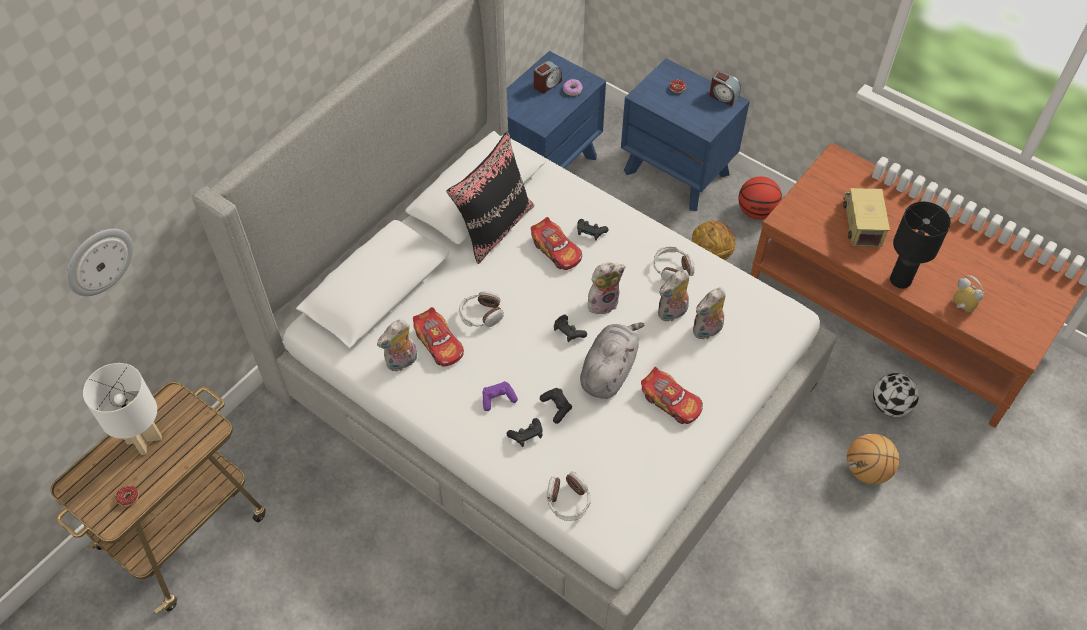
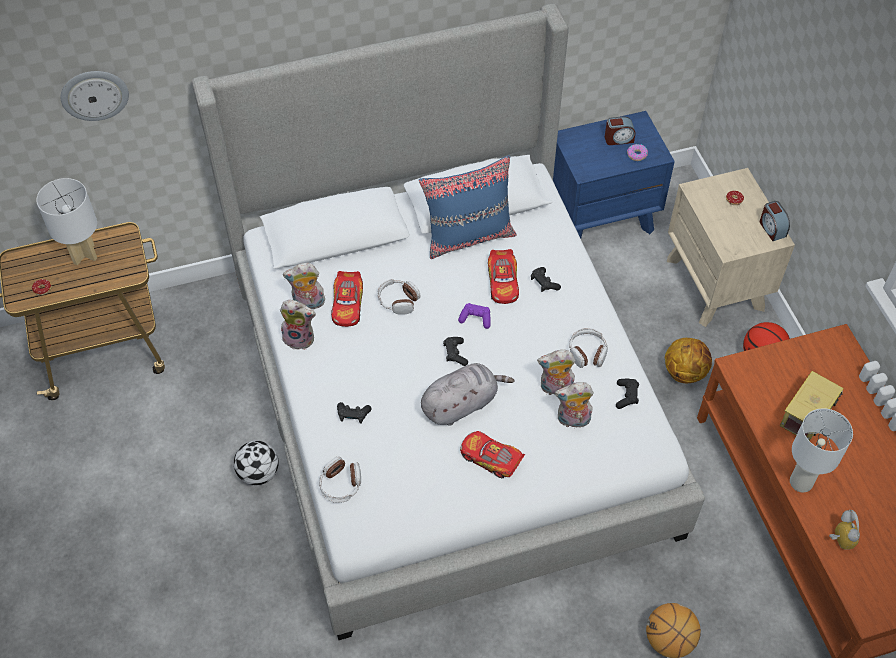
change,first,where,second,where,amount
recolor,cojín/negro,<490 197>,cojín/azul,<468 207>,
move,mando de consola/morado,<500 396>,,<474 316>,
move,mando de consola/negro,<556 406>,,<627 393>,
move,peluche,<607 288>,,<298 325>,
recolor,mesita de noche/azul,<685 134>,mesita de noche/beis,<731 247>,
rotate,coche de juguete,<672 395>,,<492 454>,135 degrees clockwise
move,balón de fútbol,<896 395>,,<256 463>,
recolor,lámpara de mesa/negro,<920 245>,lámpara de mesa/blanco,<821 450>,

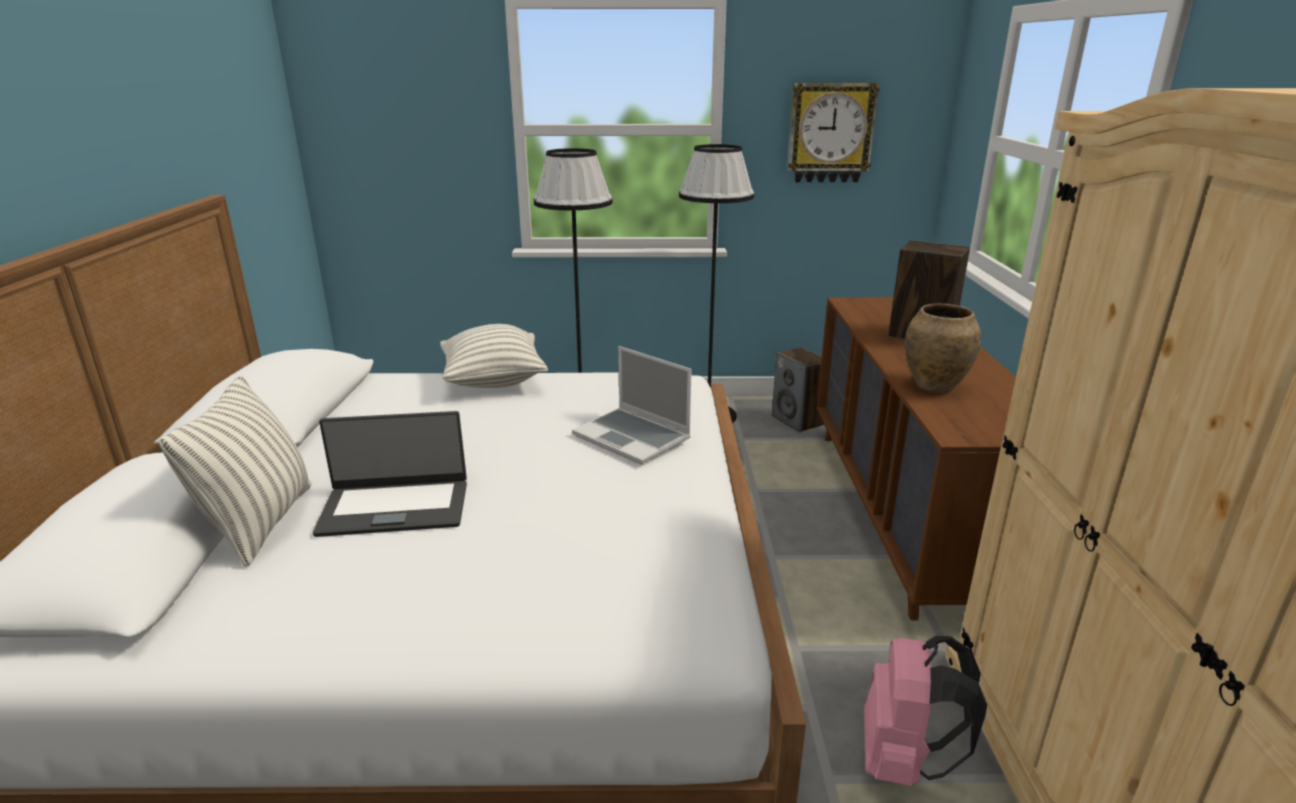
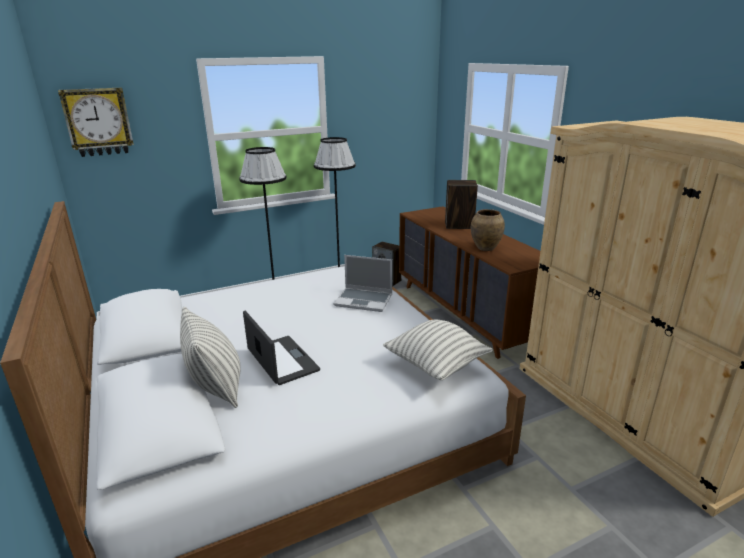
change,first,where,second,where,amount
rotate,portátil,<390 474>,,<281 348>,90 degrees counterclockwise
move,cojín,<494 356>,,<438 350>,
move,reloj de pared,<833 132>,,<96 122>,
delete,mochila/rosa,<925 711>,,,

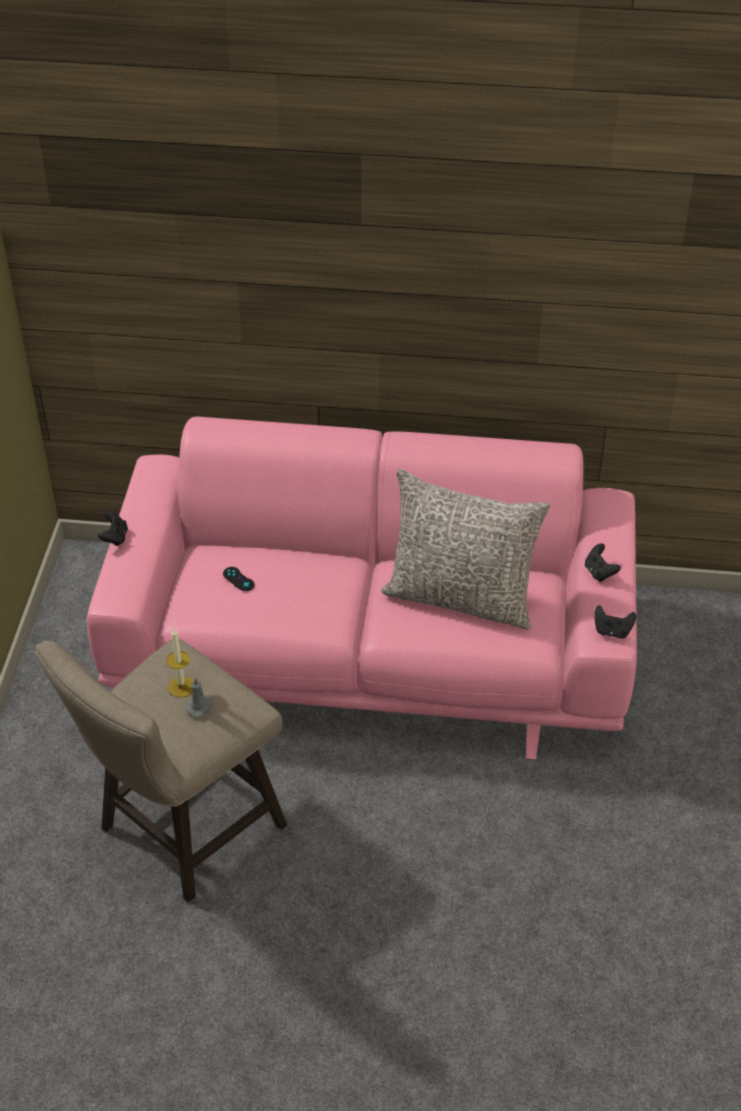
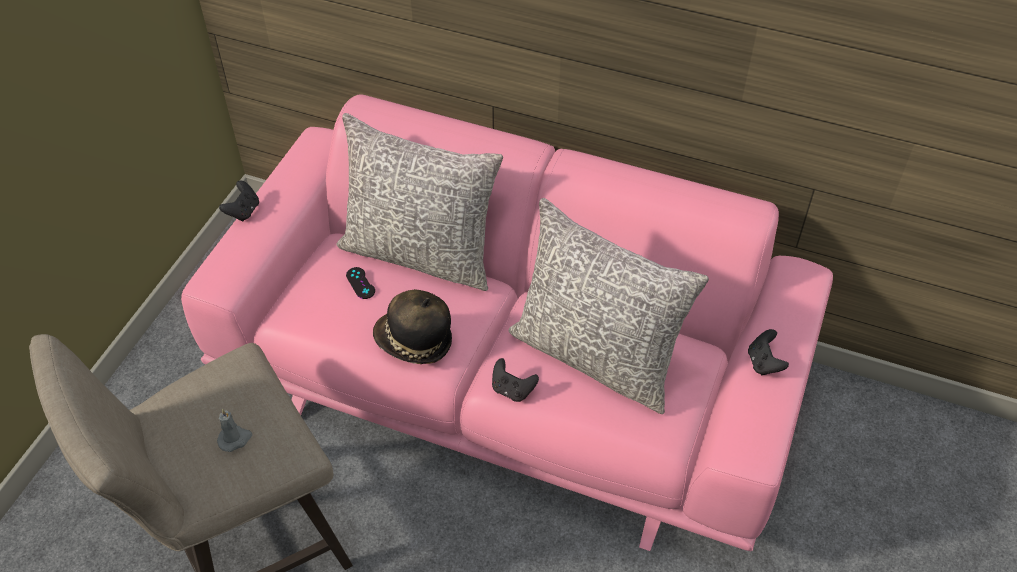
change,first,where,second,where,amount
delete,vela,<180 663>,,,
move,mando de consola/negro,<615 622>,,<515 380>,
insert,,,cojín/gris,<419 202>,
insert,,,sombrero,<412 326>,

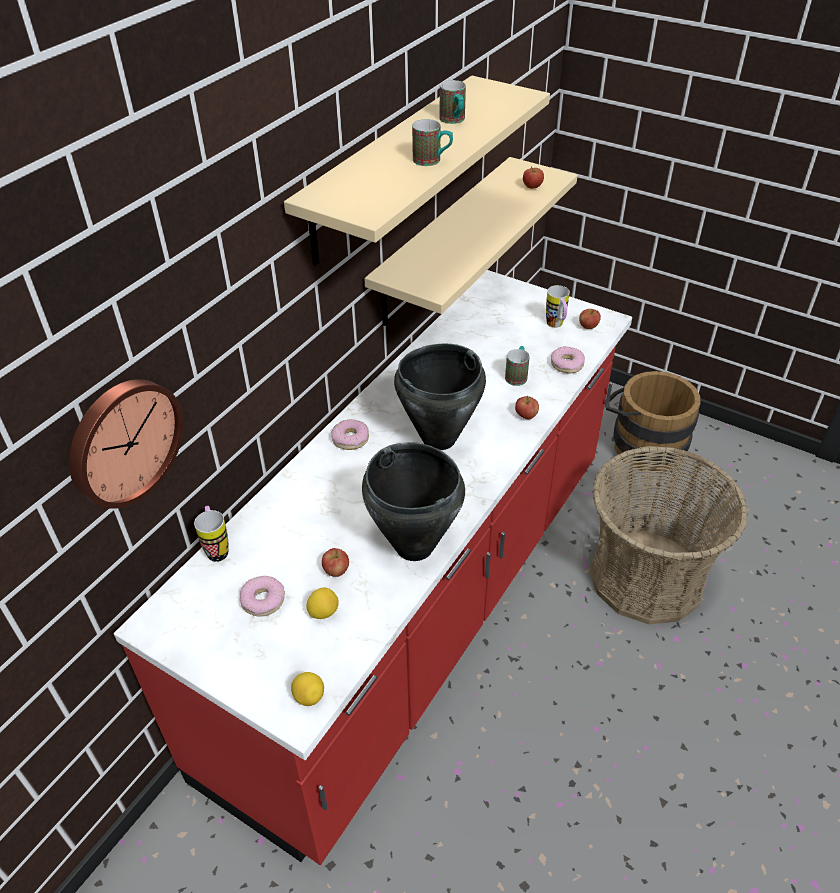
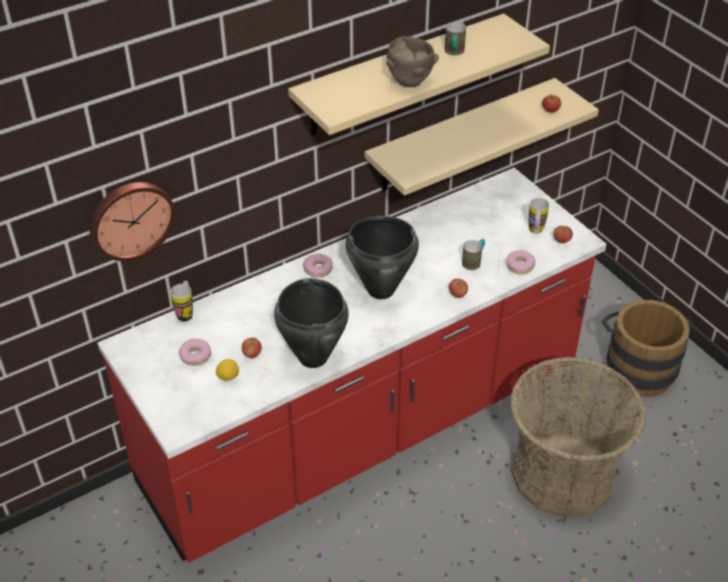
change,first,where,second,where,amount
delete,limón,<307 689>,,,
replace,taza grande,<432 142>,cuenco/marrón,<412 62>,

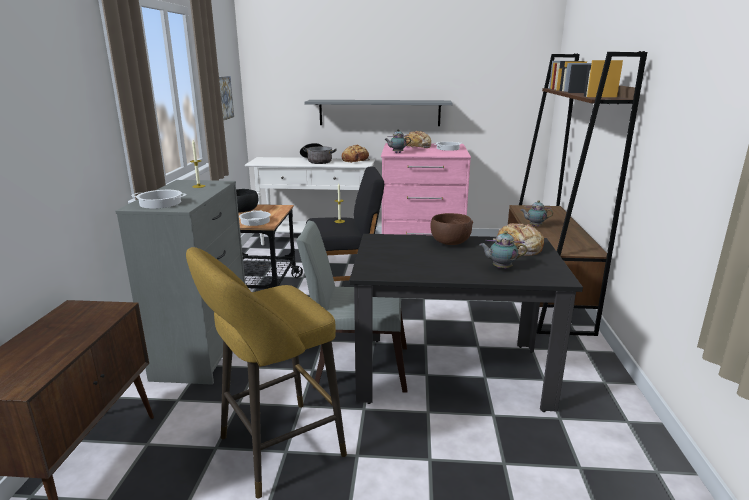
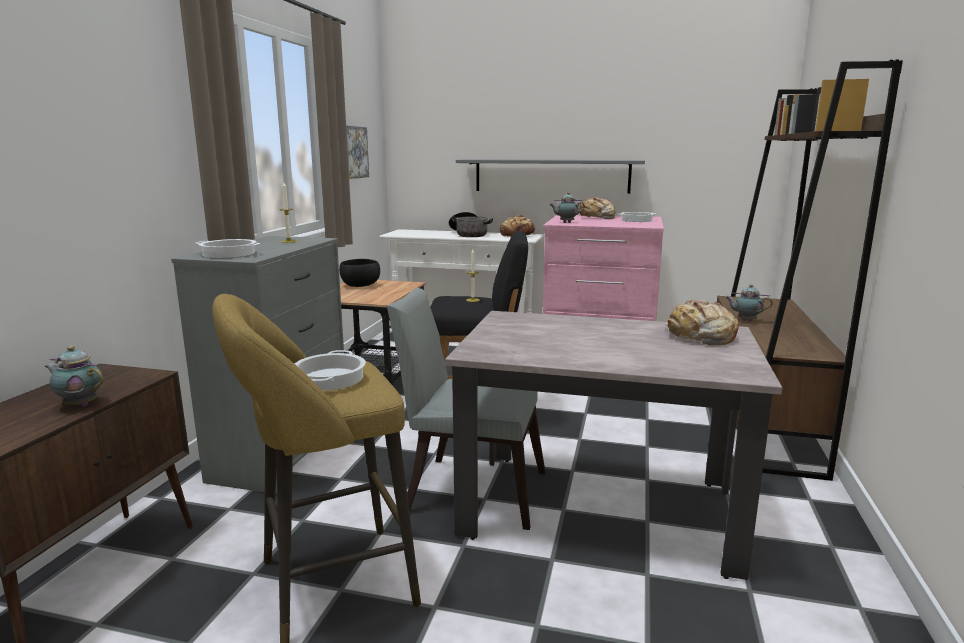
change,first,where,second,where,amount
move,olla,<255 218>,,<330 370>,
recolor,mesa de comedor/negro,<466 323>,mesa de comedor/beis,<614 445>,
delete,cuenco/marrón,<451 229>,,,
move,tetera,<503 250>,,<74 376>,

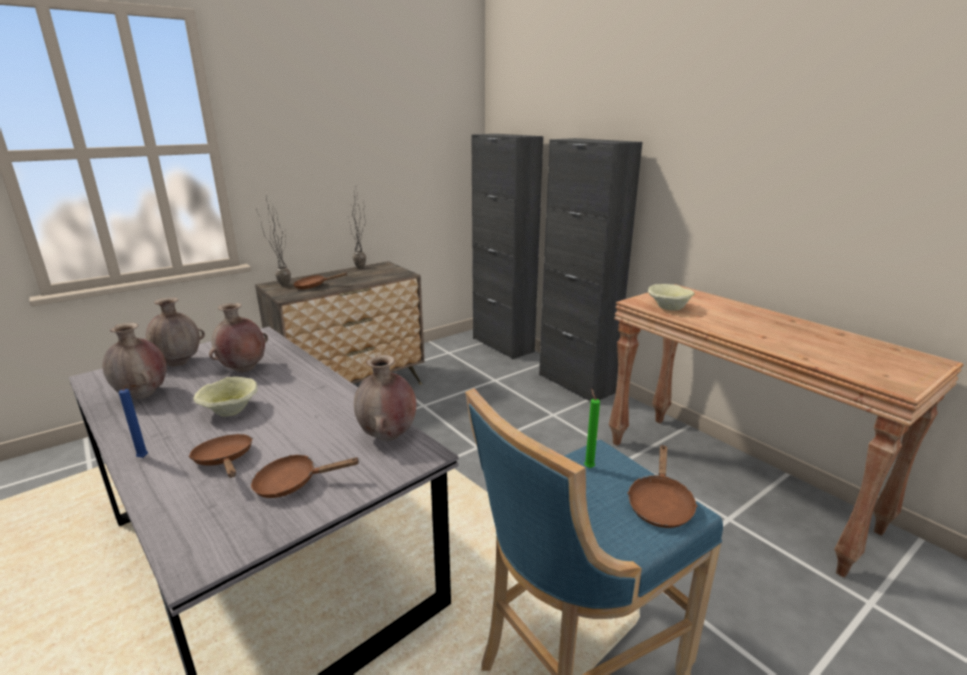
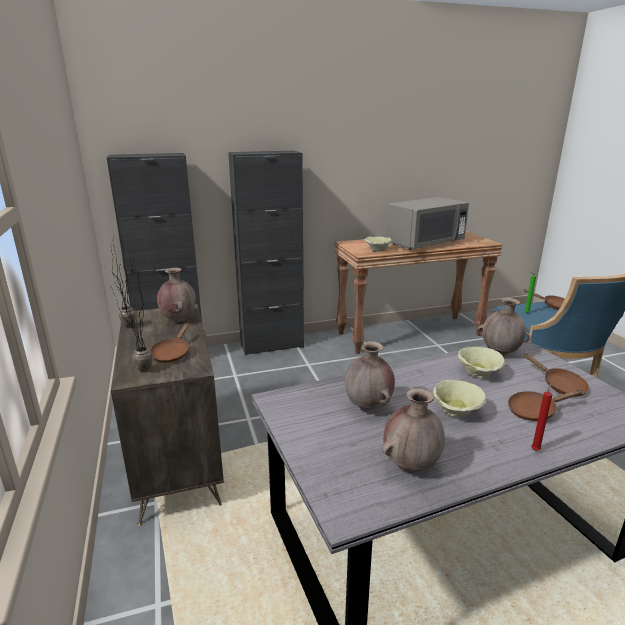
change,first,where,second,where,amount
recolor,vela/azul,<133 421>,vela/rojo,<541 417>,
move,florero/marrón,<175 332>,,<176 295>,
rotate,sartén/marrón,<305 476>,,<556 375>,45 degrees counterclockwise
insert,,,microondas/gris,<427 223>,
insert,,,cuenco/beis,<481 362>,

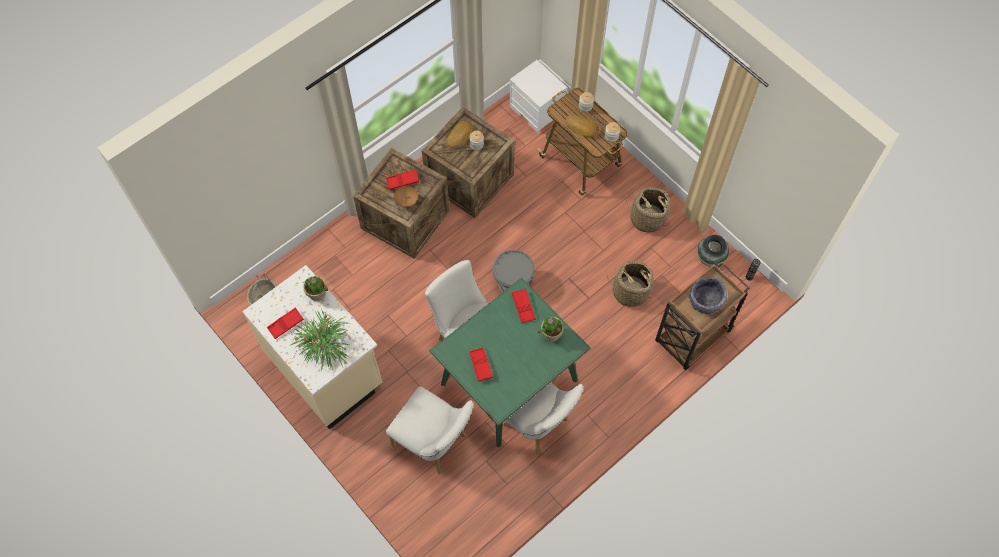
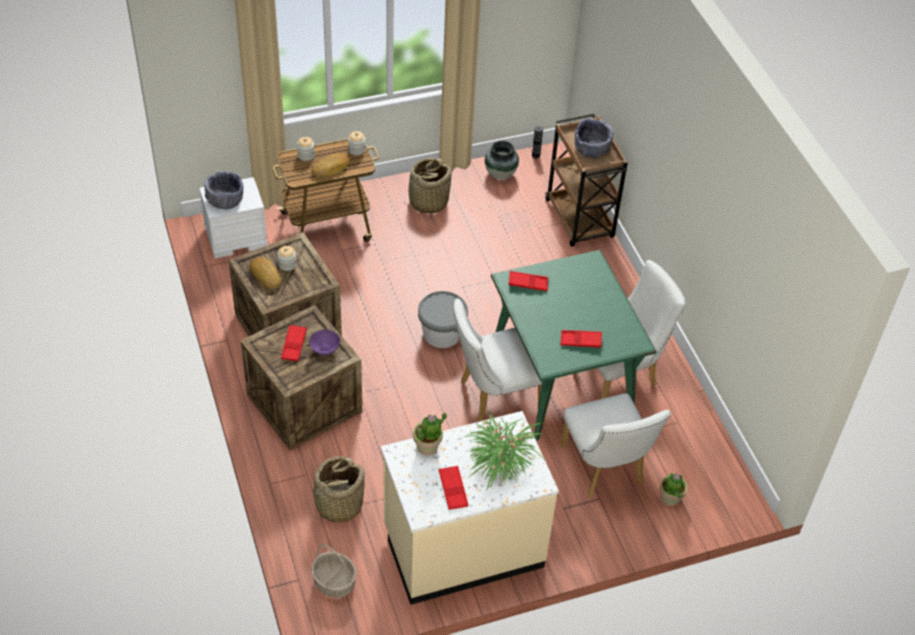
change,first,where,second,where,amount
rotate,silla/blanco,<429 430>,,<615 445>,105 degrees clockwise
recolor,cuenco/marrón,<406 196>,cuenco/morado,<324 343>,
move,planta en maceta,<551 329>,,<673 489>,
move,cesta,<630 284>,,<337 489>,
insert,,,cuenco/gris,<224 190>,

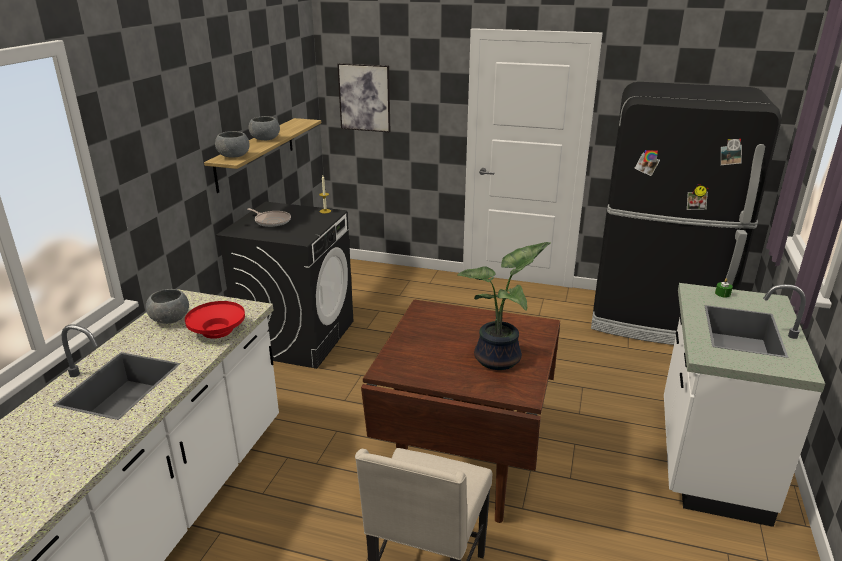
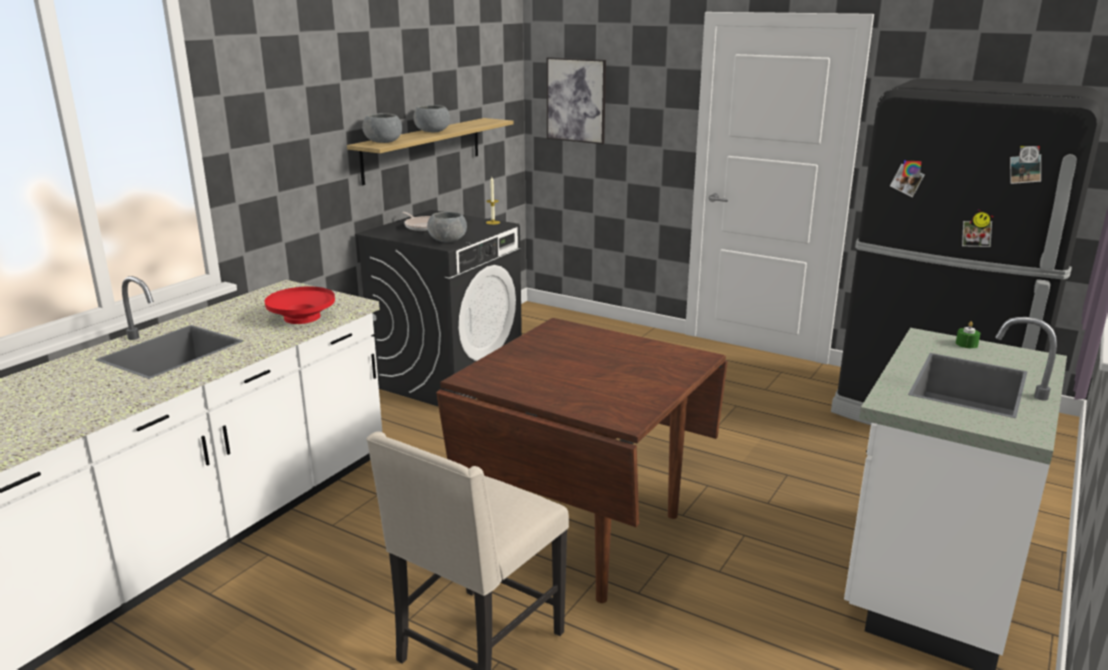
change,first,where,second,where,amount
move,cuenco/gris,<167 306>,,<447 227>,
delete,planta en maceta,<504 306>,,,

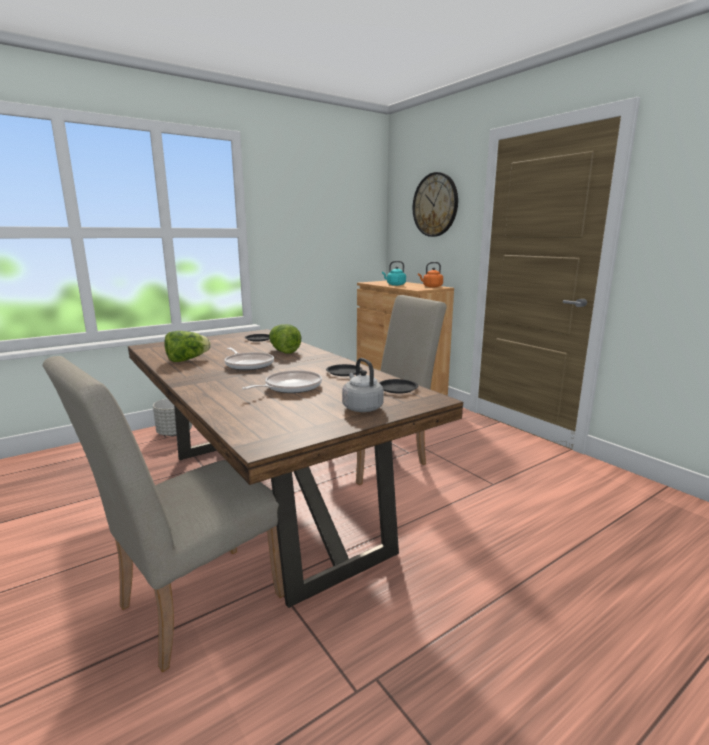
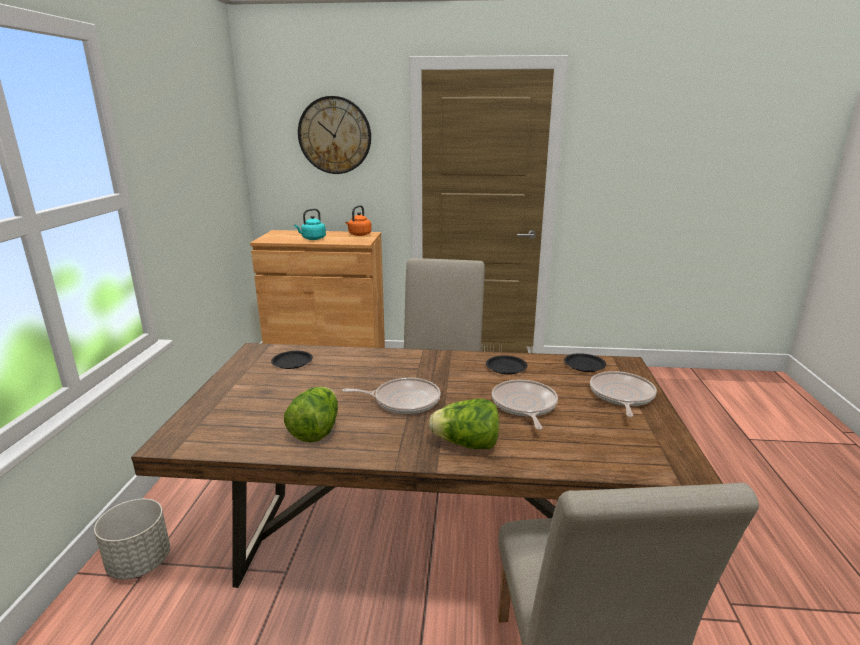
change,first,where,second,where,amount
move,lechuga,<285 339>,,<464 424>,
replace,hervidor/gris,<363 385>,sartén,<623 394>,

